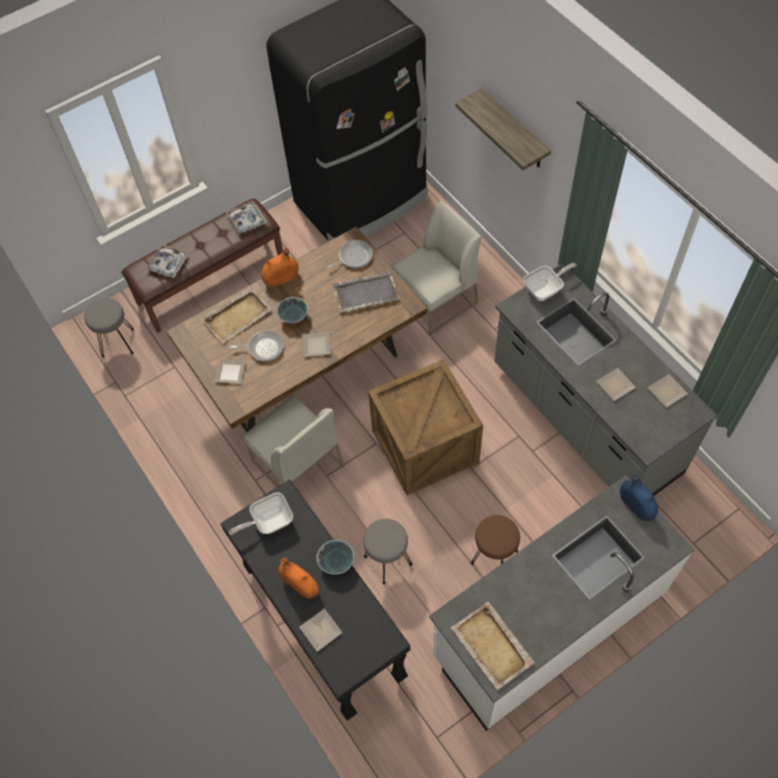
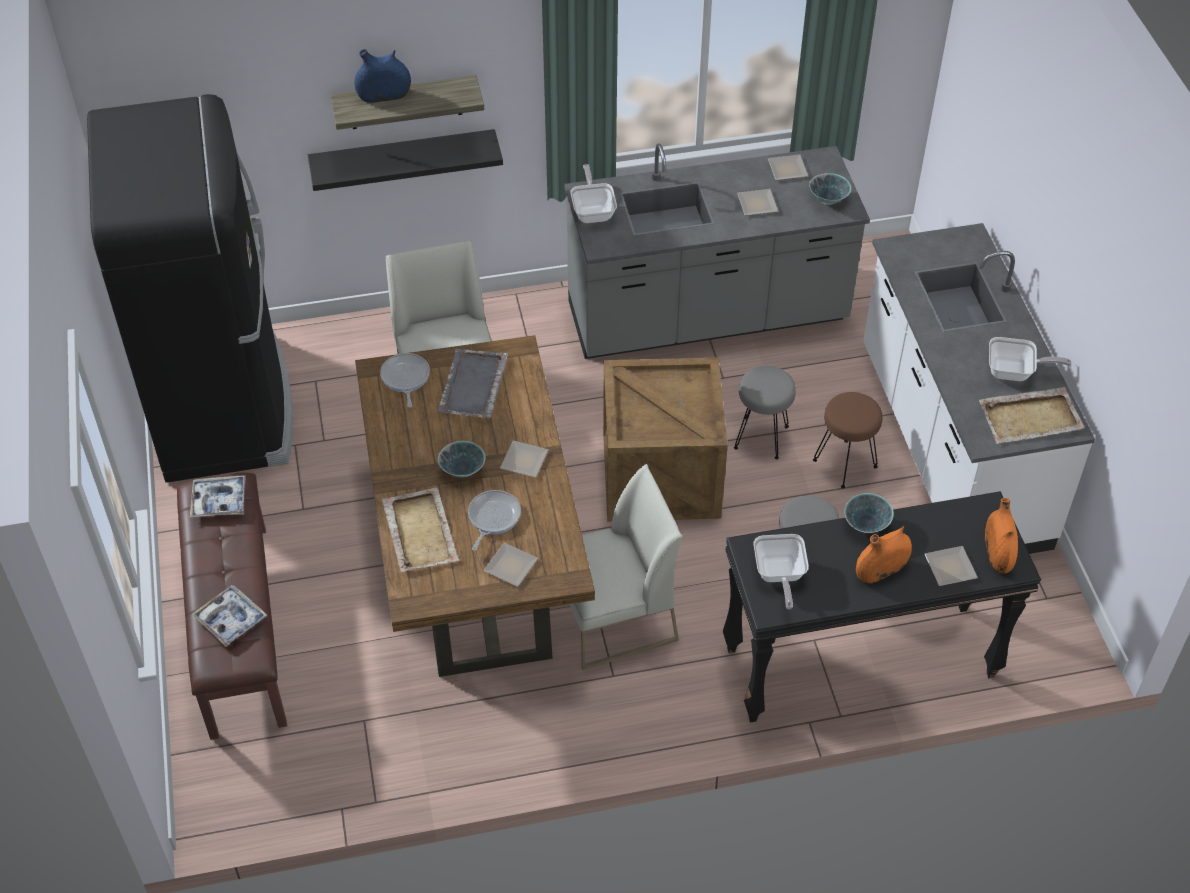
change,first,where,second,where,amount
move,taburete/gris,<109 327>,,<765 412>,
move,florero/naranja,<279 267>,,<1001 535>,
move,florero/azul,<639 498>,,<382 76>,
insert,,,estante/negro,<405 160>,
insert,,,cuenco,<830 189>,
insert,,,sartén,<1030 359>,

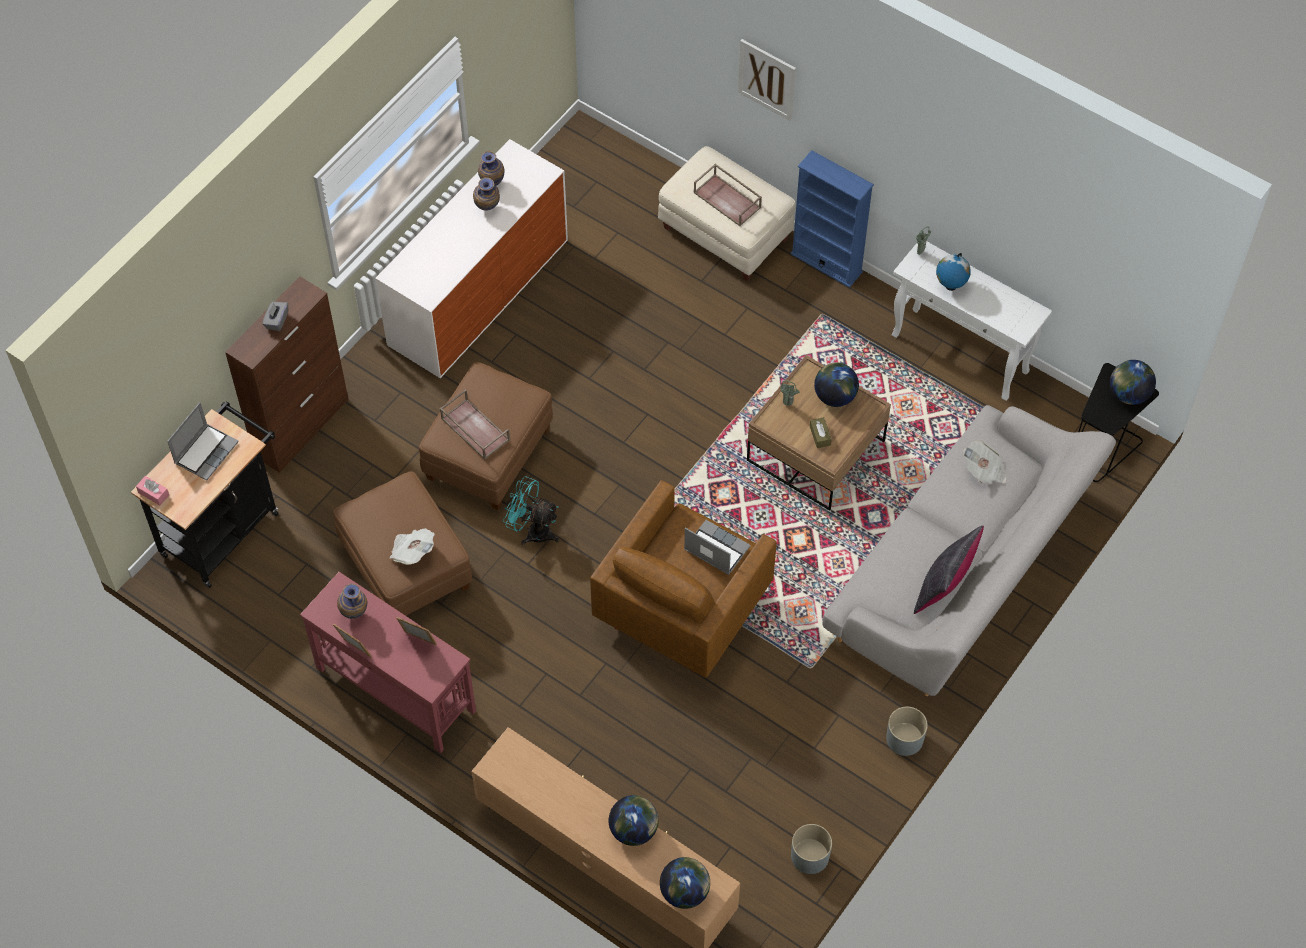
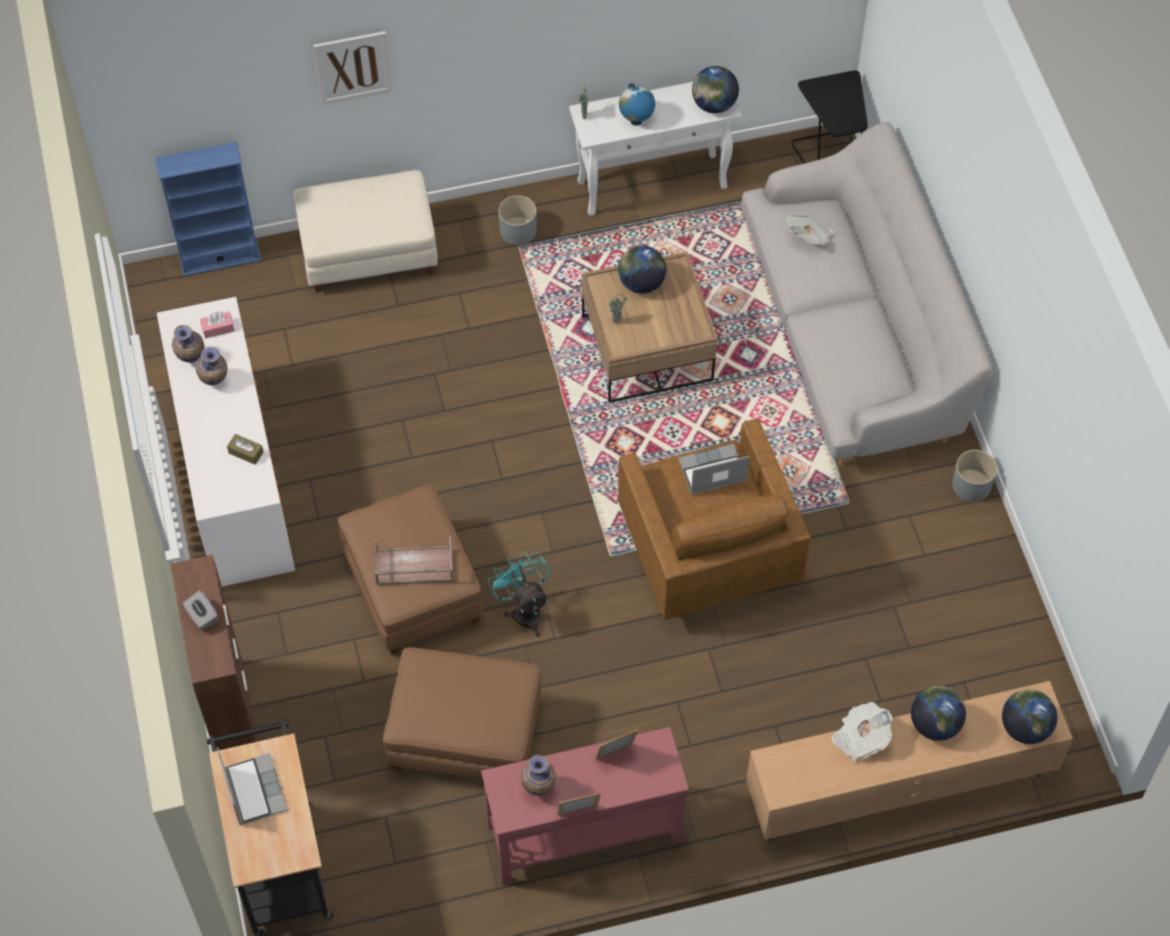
change,first,where,second,where,amount
move,caja de pañuelos/rosa,<152 491>,,<217 325>,
move,periódico,<412 546>,,<862 731>,
rotate,ventilador/turquesa,<531 510>,,<519 594>,90 degrees clockwise
delete,bandeja/marrón,<728 195>,,,
move,estantería/azul,<832 219>,,<208 209>,
move,maceta/gris,<811 849>,,<517 220>,
move,caja de pañuelos/marrón,<821 432>,,<245 449>,
delete,cojín/negro,<949 569>,,,
move,globo terráqueo,<1133 382>,,<715 89>,

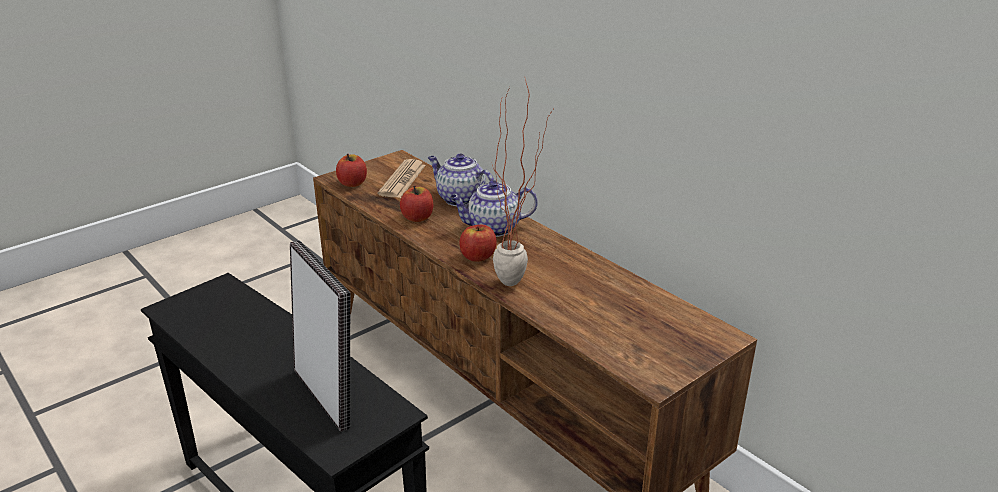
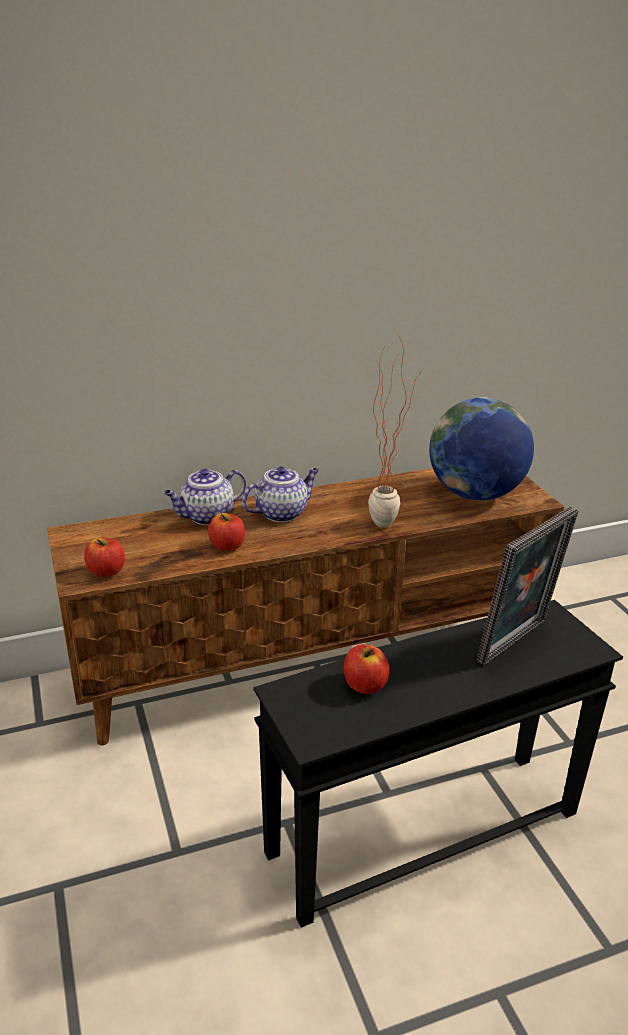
change,first,where,second,where,amount
rotate,portarretratos,<320 336>,,<527 586>,150 degrees clockwise
delete,periódico,<402 178>,,,
rotate,tetera,<493 208>,,<280 494>,135 degrees counterclockwise
move,manzana,<478 243>,,<366 669>,
insert,,,globo terráqueo,<481 448>,

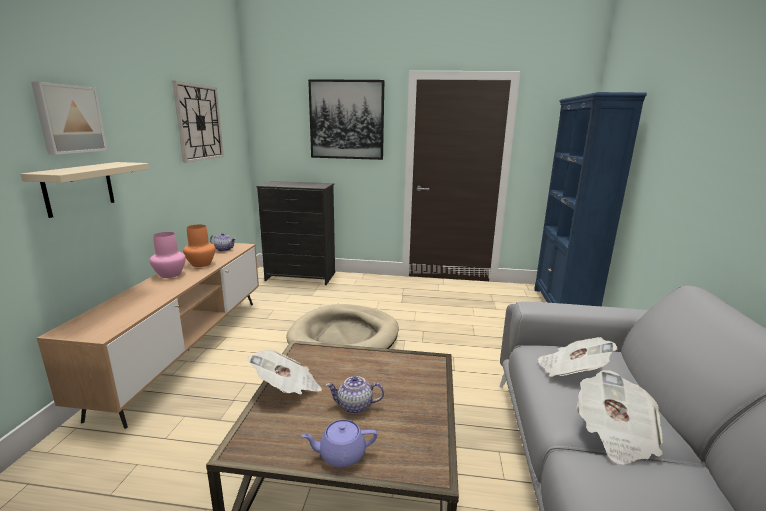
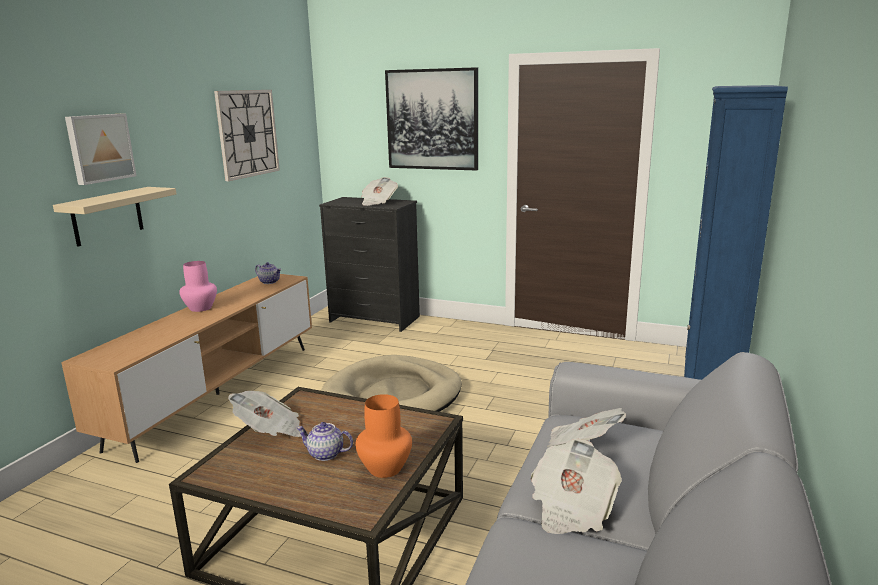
change,first,where,second,where,amount
move,florero/naranja,<199 246>,,<384 436>,
delete,tetera/morado,<339 443>,,,
insert,,,periódico,<379 191>,

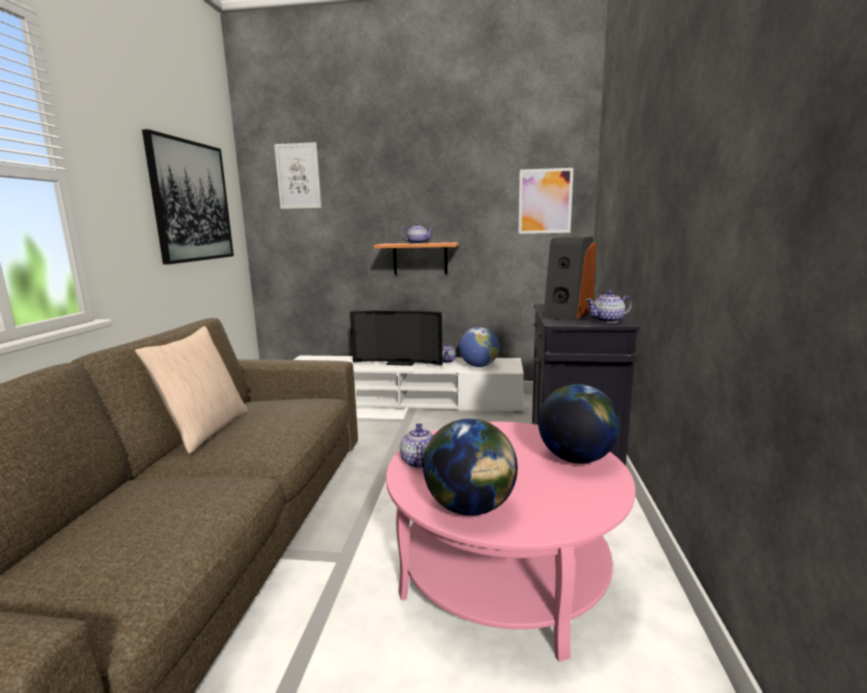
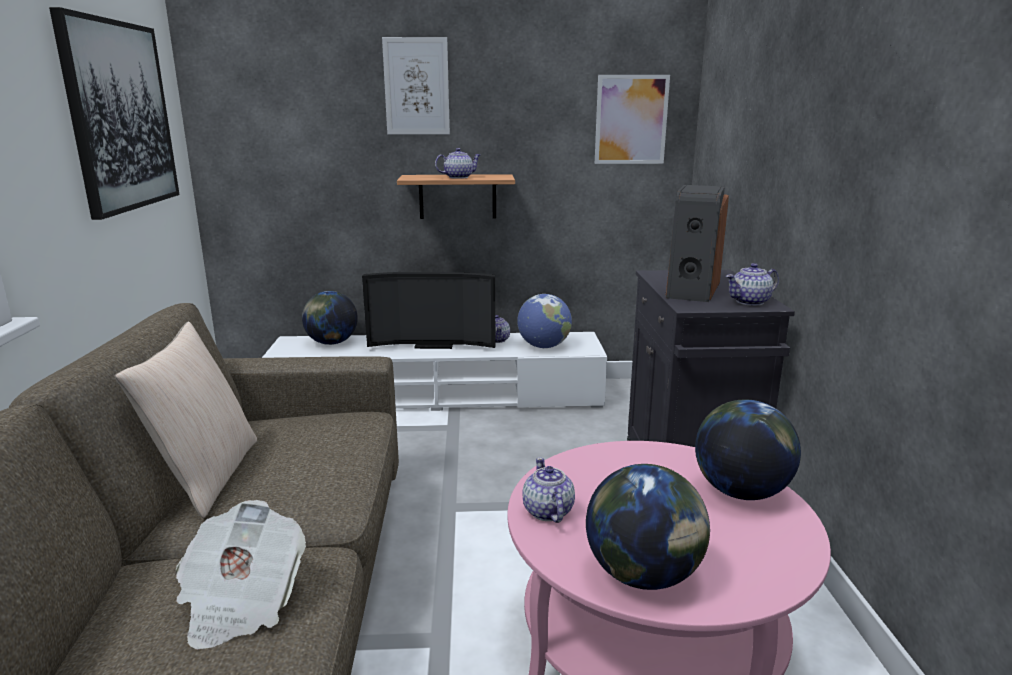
change,first,where,second,where,amount
move,cuadro,<298 175>,,<416 86>,
insert,,,periódico,<240 575>,
insert,,,globo terráqueo,<330 318>,

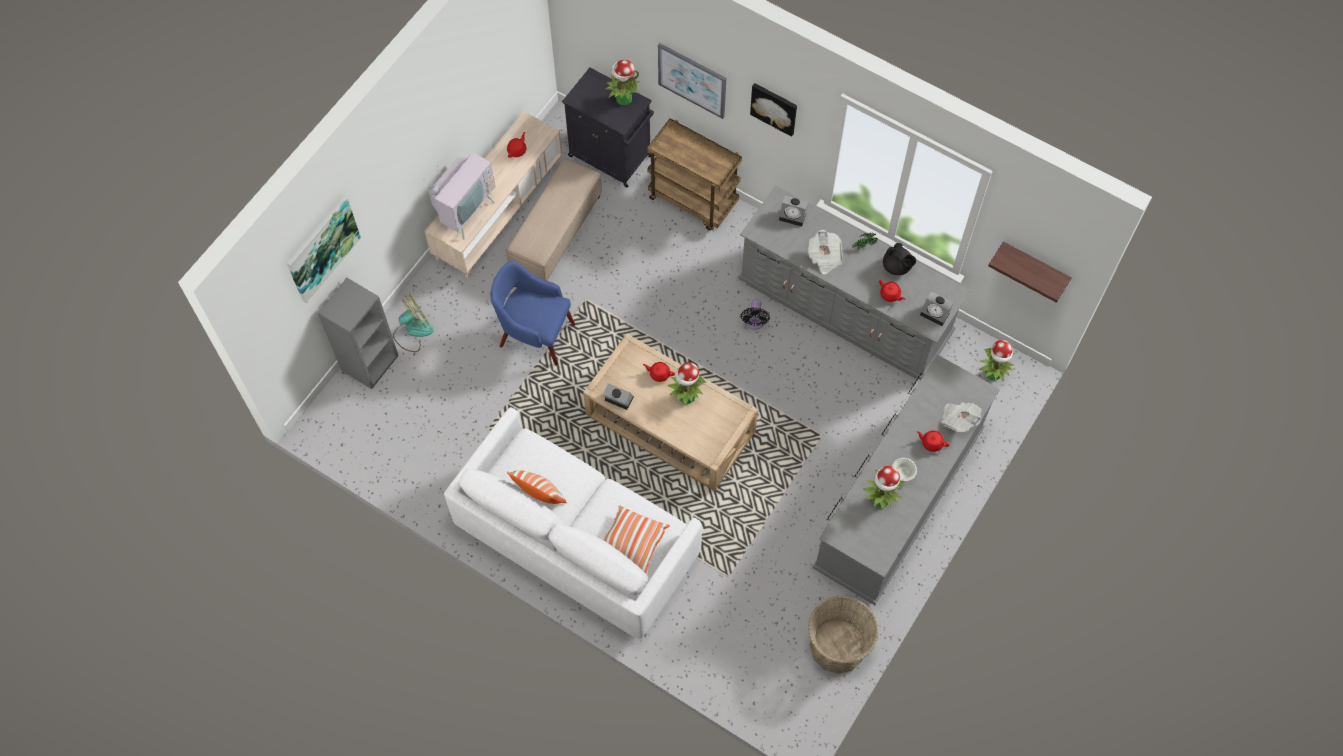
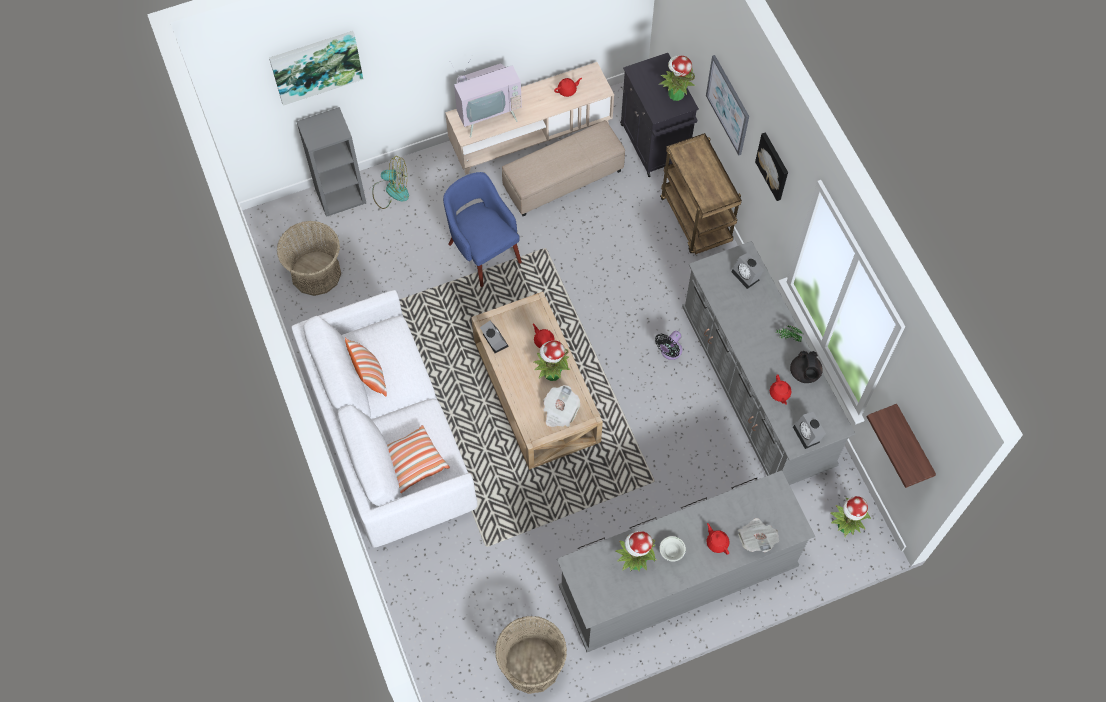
change,first,where,second,where,amount
move,periódico,<825 252>,,<561 406>,
insert,,,cesta,<309 258>,

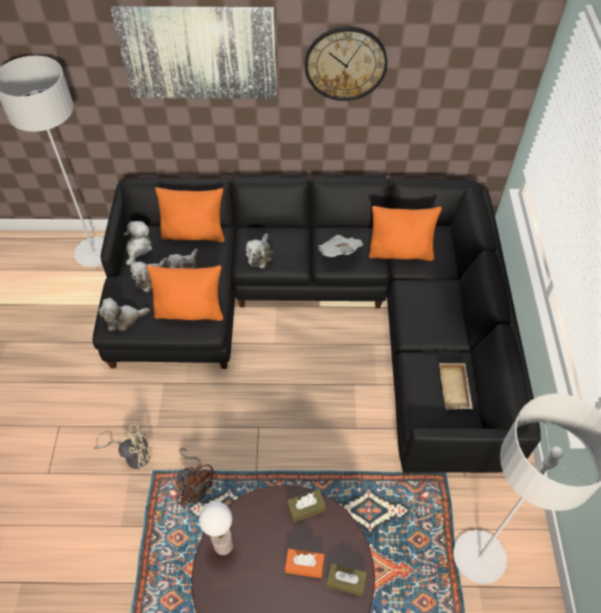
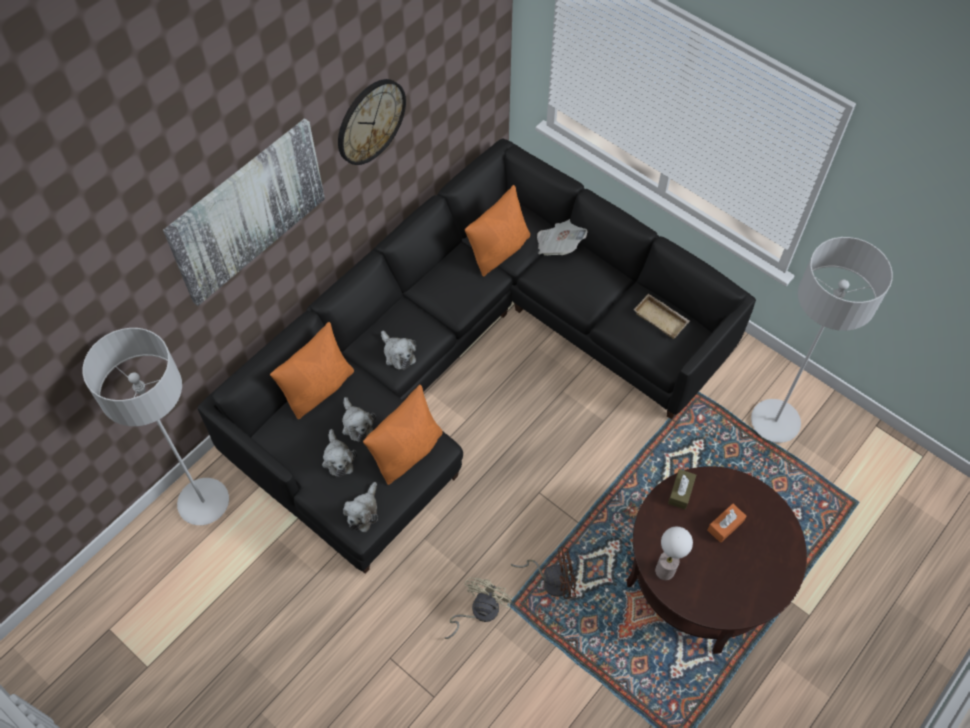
change,first,where,second,where,amount
delete,peluche,<138 243>,,,
move,periódico,<340 246>,,<562 237>,
delete,caja de pañuelos/marrón,<346 579>,,,

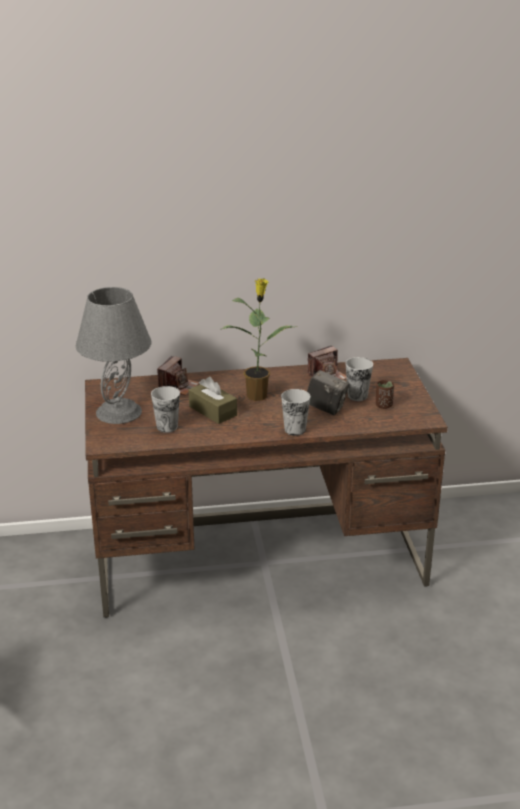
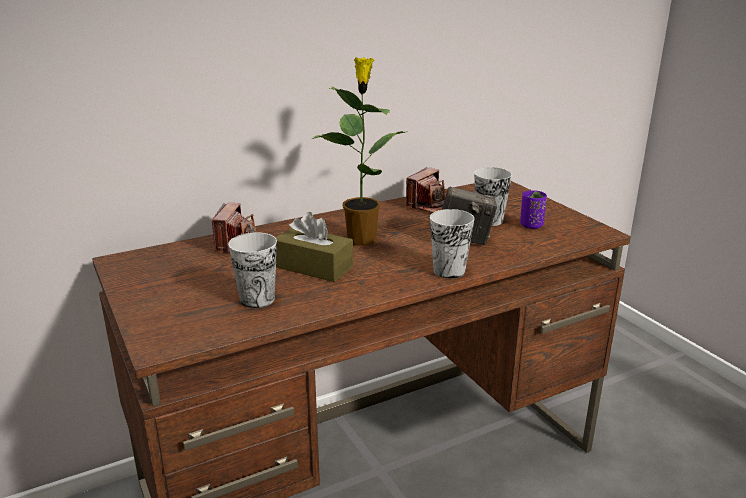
change,first,where,second,where,amount
delete,lámpara de mesa/gris,<114 355>,,,
recolor,taza/marrón,<385 394>,taza/morado,<533 209>,

